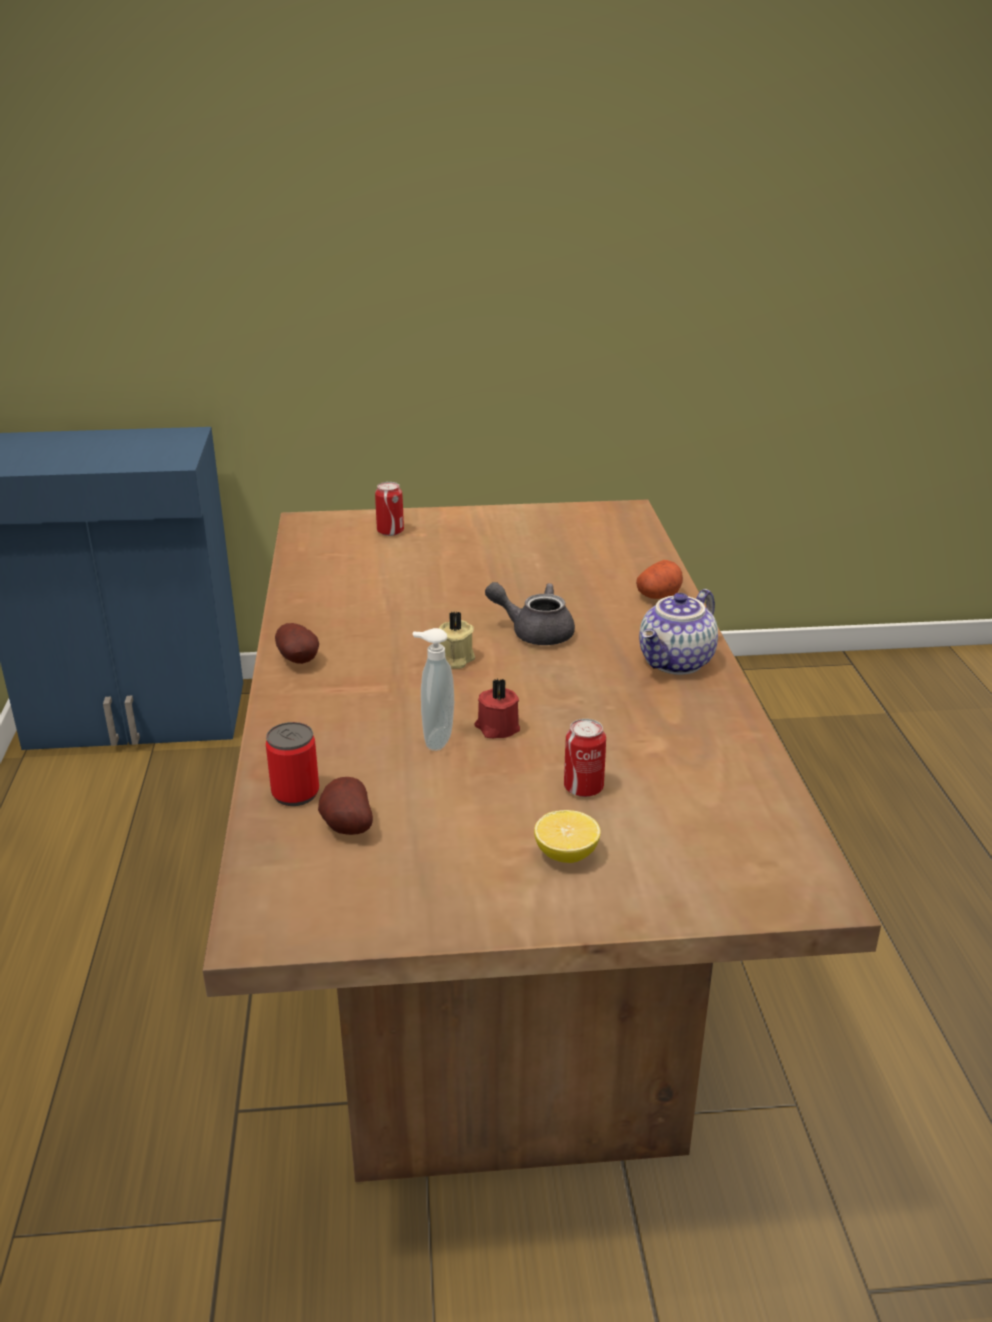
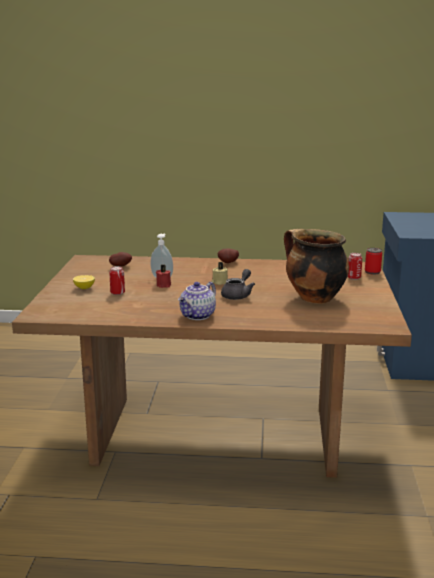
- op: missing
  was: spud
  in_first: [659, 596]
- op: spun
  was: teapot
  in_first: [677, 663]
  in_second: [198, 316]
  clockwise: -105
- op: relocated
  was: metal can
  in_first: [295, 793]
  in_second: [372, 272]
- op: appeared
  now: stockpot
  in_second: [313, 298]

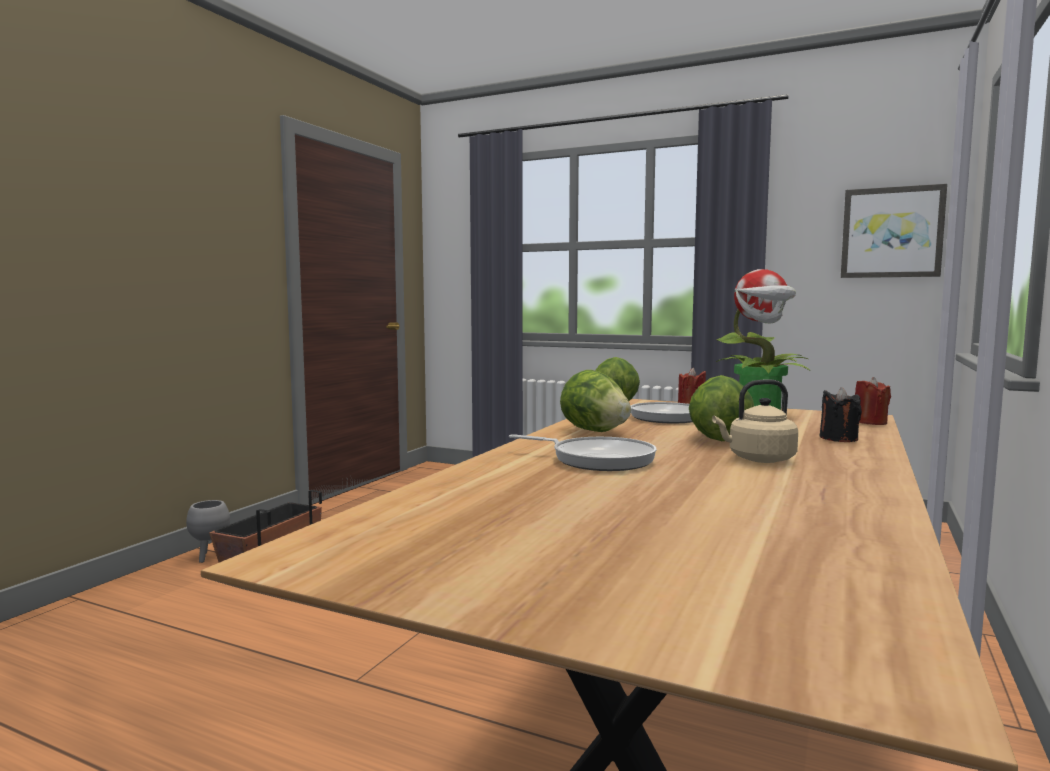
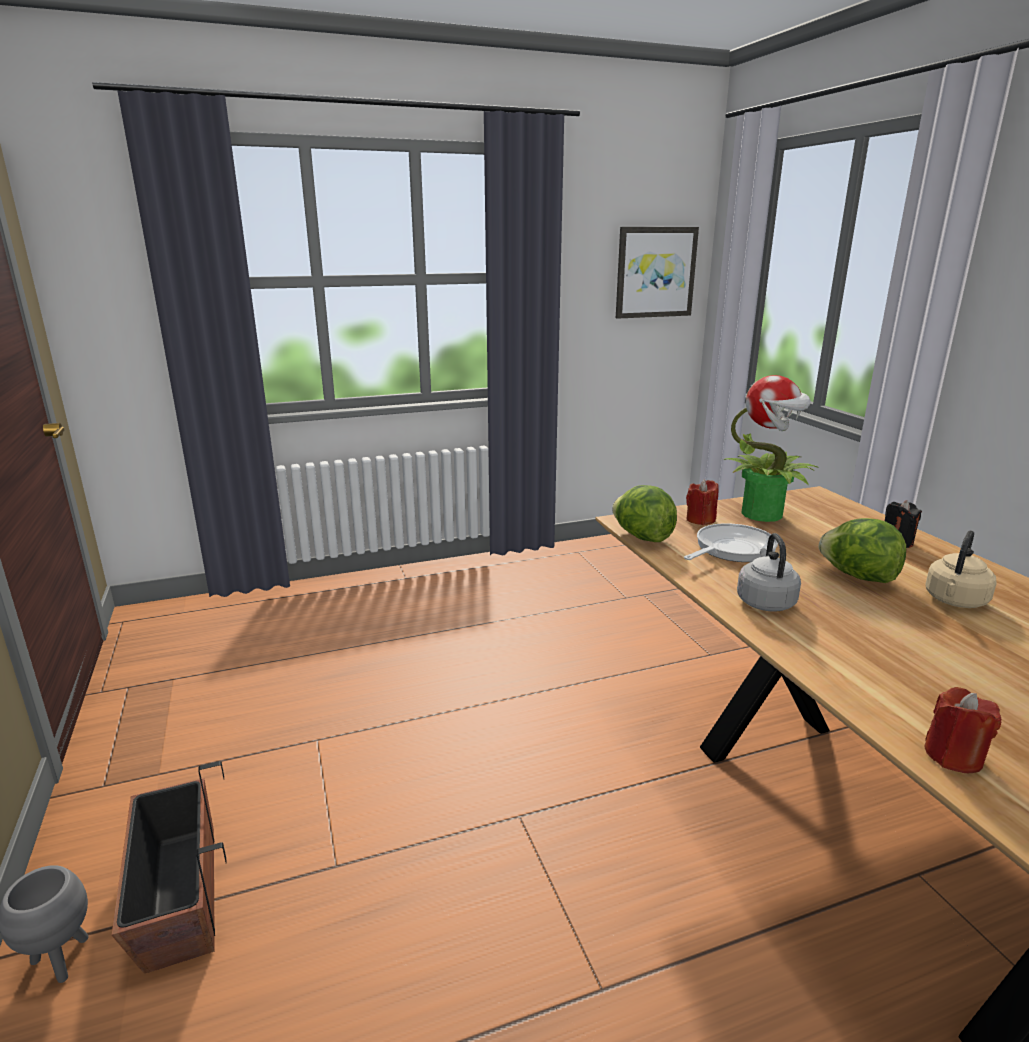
- op: exchanged
  was: lettuce
  now: tea kettle (grey)
  in_first: [594, 431]
  in_second: [765, 601]
- op: relocated
  was: wax light (red)
  in_first: [870, 422]
  in_second: [953, 756]
- op: missing
  was: skillet
  in_first: [597, 459]

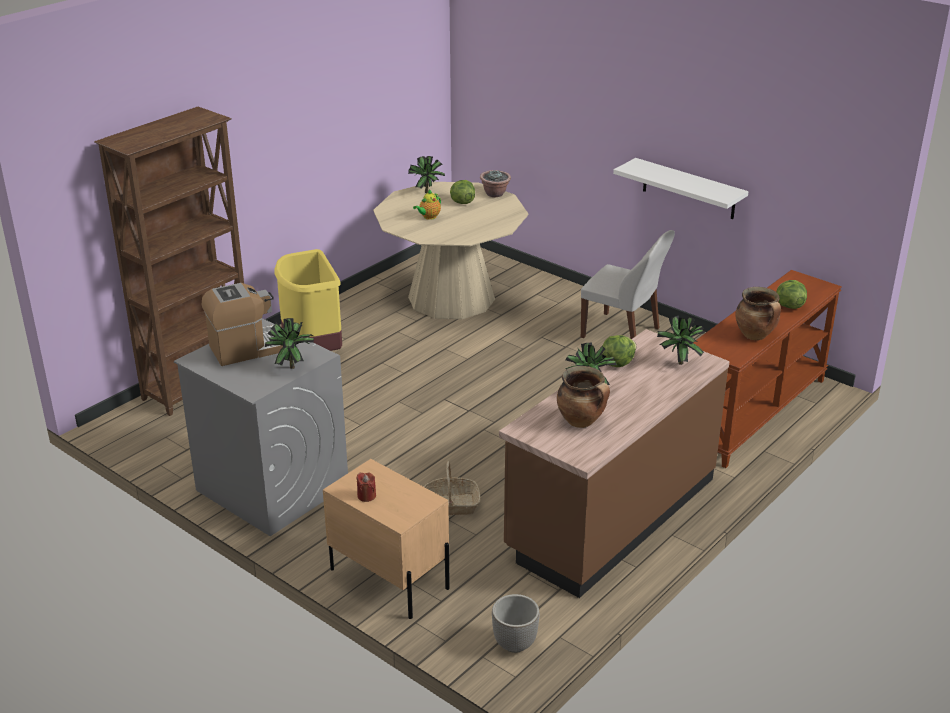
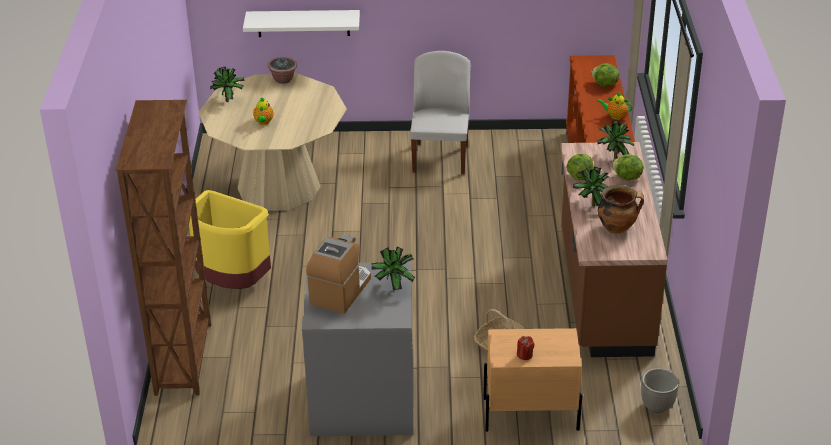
- op: relocated
  was: wall shelf (white)
  in_first: [689, 189]
  in_second: [303, 23]
- op: relocated
  was: lettuce
  in_first: [462, 202]
  in_second: [627, 177]
- op: spun
  was: chair (white)
  in_first: [622, 333]
  in_second: [441, 157]
  clockwise: -75
- op: exchanged
  was: stockpot
  now: teapot
  in_first: [756, 336]
  in_second: [615, 116]

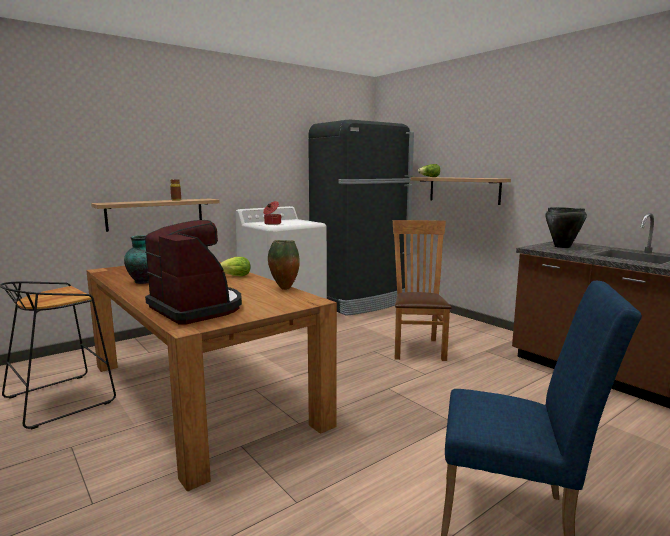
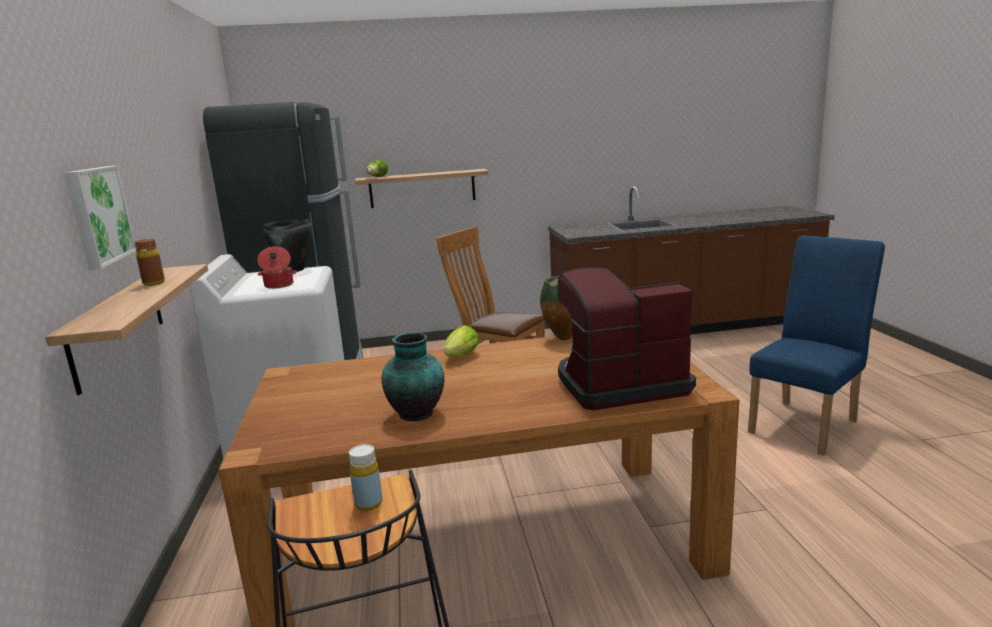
- op: relocated
  was: stockpot (black)
  in_first: [562, 246]
  in_second: [294, 270]
- op: appeared
  now: wall art
  in_second: [98, 215]
- op: appeared
  now: drink bottle (yellow)
  in_second: [368, 503]

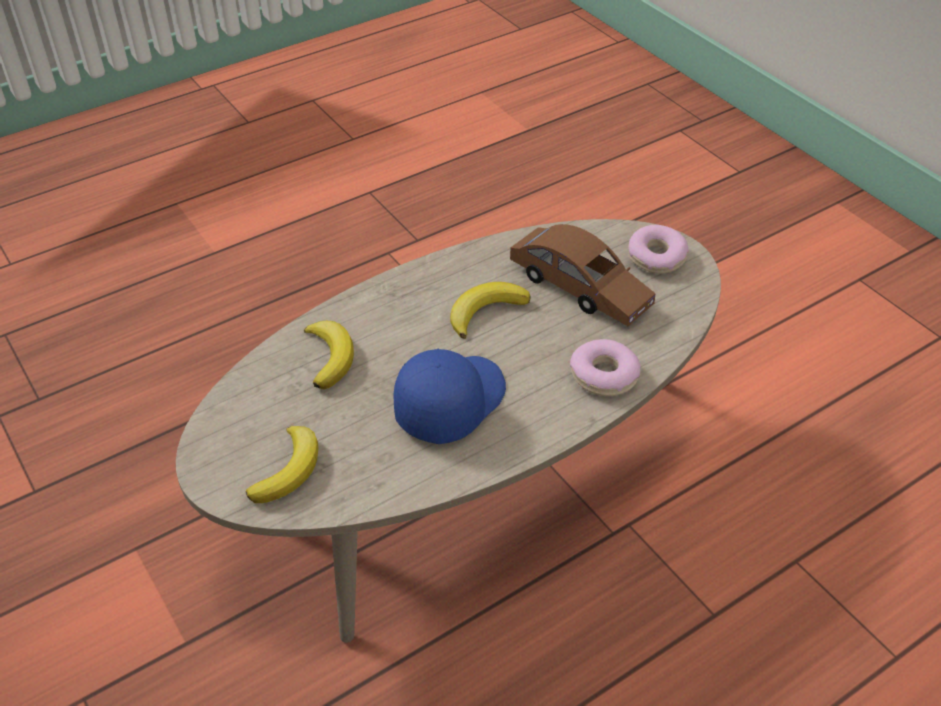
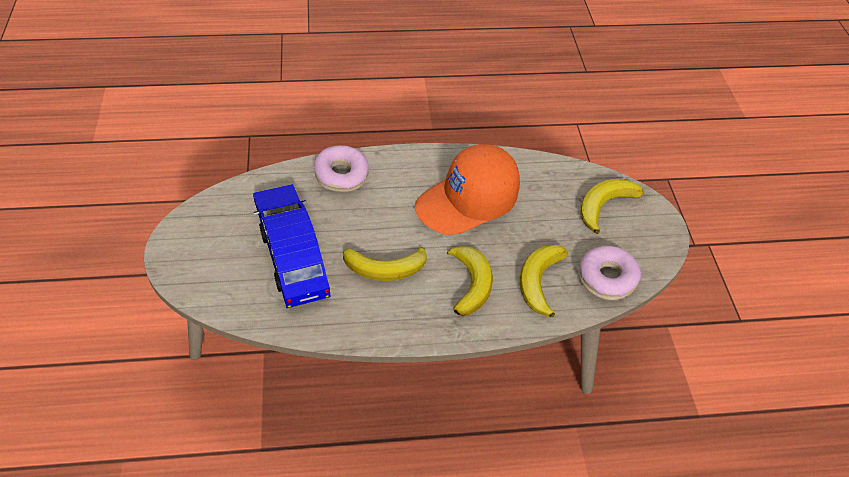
- op: colour
  was: miniature car (brownish)
  now: miniature car (blue-coloured)
  in_first: [579, 288]
  in_second: [291, 252]
- op: relocated
  was: doughnut
  in_first: [656, 257]
  in_second: [607, 279]
- op: colour
  was: peaked cap (blue-coloured)
  now: peaked cap (orange-coloured)
  in_first: [449, 402]
  in_second: [467, 204]
- op: appeared
  now: banana
  in_second: [469, 282]

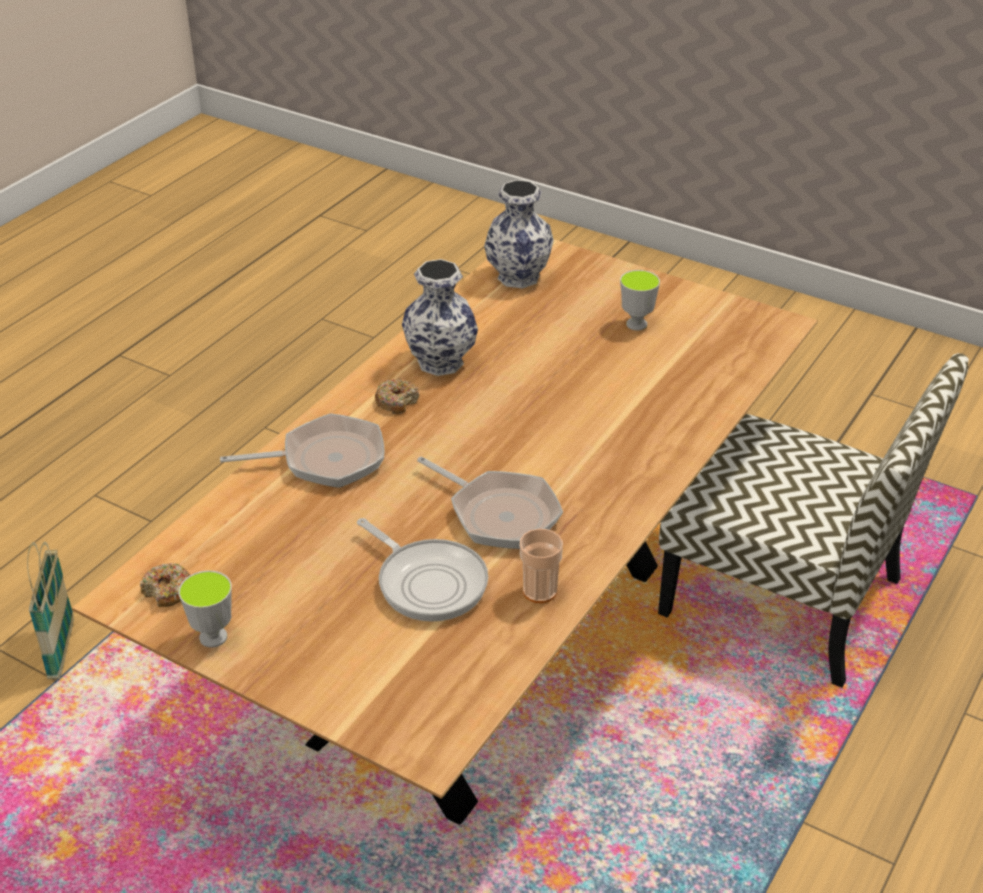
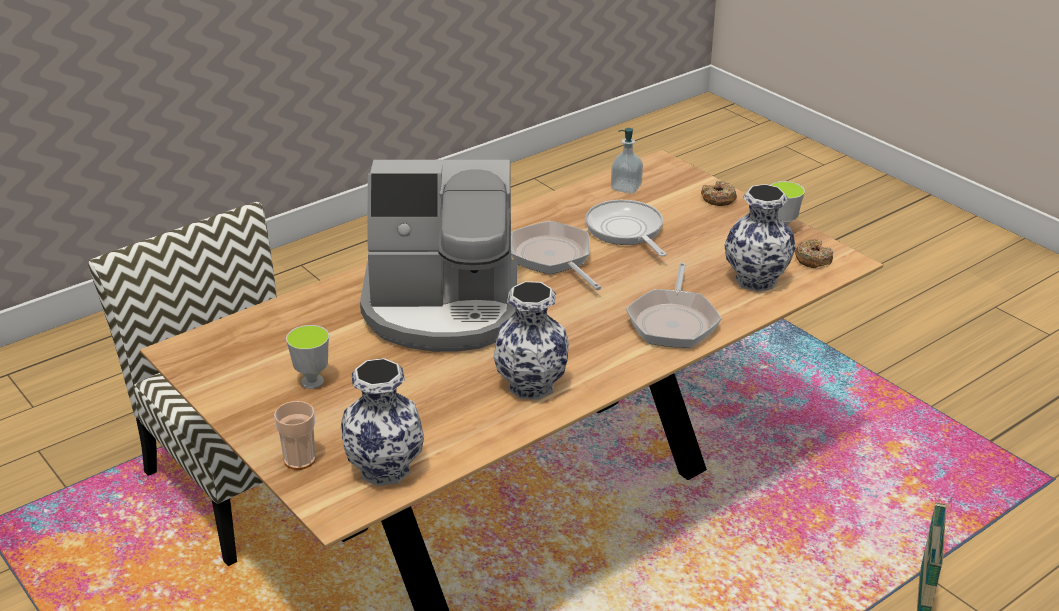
- op: relocated
  was: doughnut
  in_first: [397, 402]
  in_second: [718, 199]
- op: spun
  was: skillet
  in_first: [325, 459]
  in_second: [673, 321]
  clockwise: -90
- op: relocated
  was: cup
  in_first: [539, 591]
  in_second: [299, 460]
- op: appeared
  now: soap dispenser
  in_second: [626, 187]
- op: appeared
  now: coffee brewer
  in_second: [442, 309]
- op: appeared
  now: decorative vase
  in_second: [756, 280]

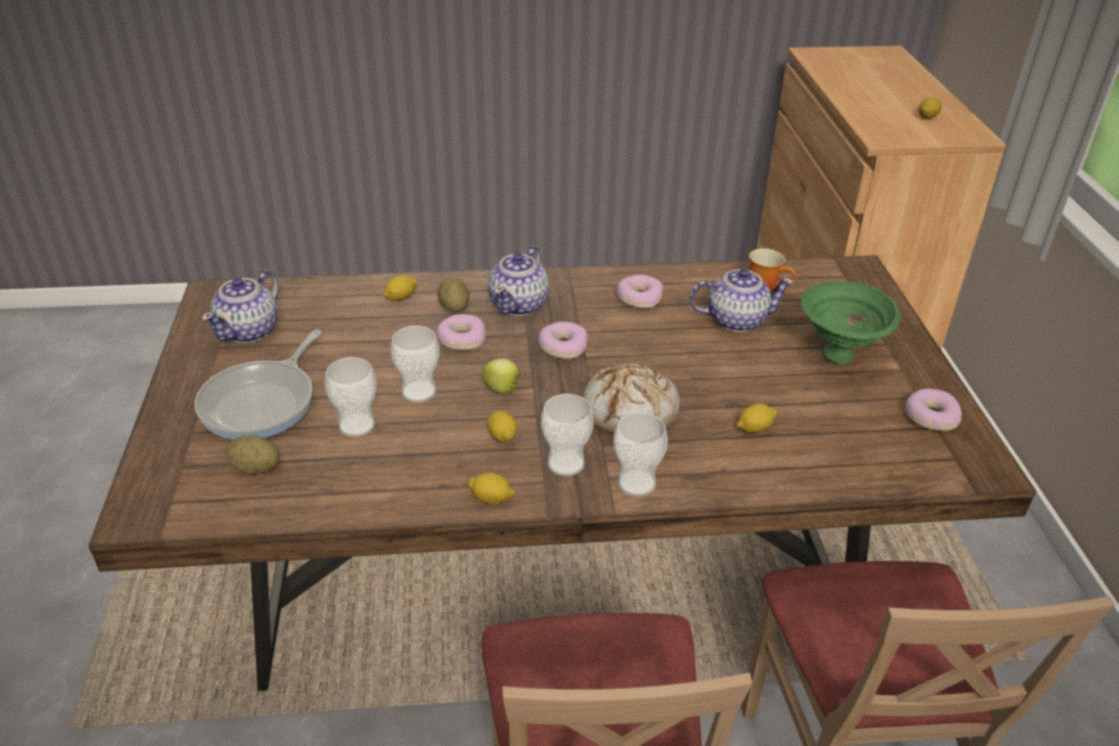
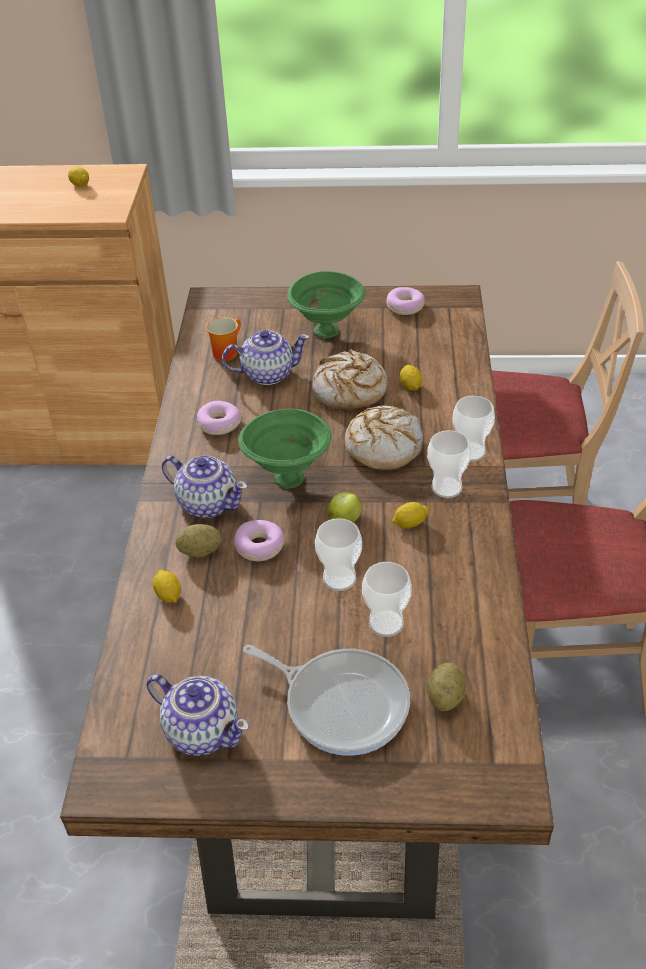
- op: spun
  was: teapot
  in_first: [735, 320]
  in_second: [267, 374]
  clockwise: 75
- op: exchanged
  was: doughnut
  now: deep dish (greenish)
  in_first: [562, 347]
  in_second: [286, 478]
- op: missing
  was: lemon
  in_first: [491, 498]
- op: appeared
  now: bread
  in_second: [349, 390]

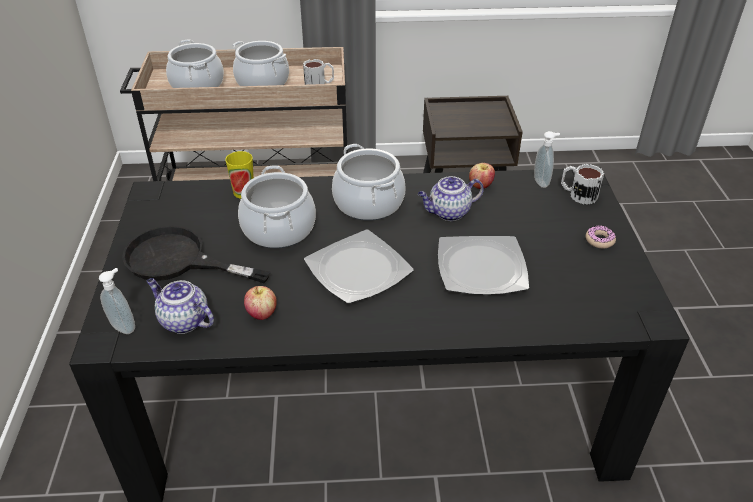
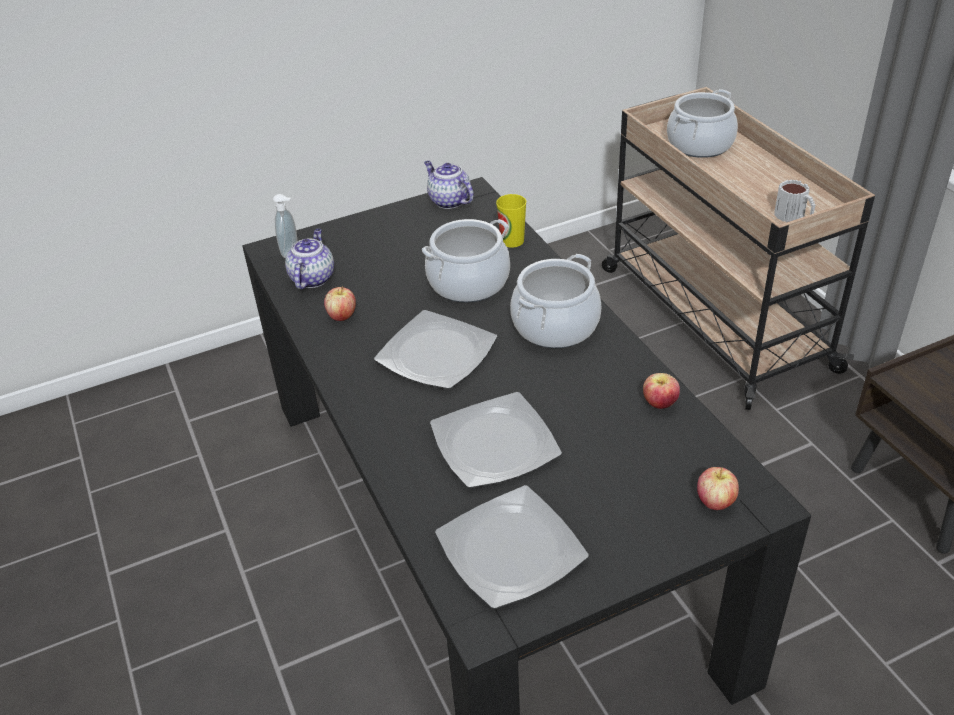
- op: missing
  was: stockpot
  in_first: [262, 82]
- op: missing
  was: soap dispenser
  in_first: [542, 182]
- op: exchanged
  was: coffee mug
  now: apple
  in_first: [578, 194]
  in_second: [715, 501]
- op: relocated
  was: teapot
  in_first: [448, 213]
  in_second: [448, 201]
- op: missing
  was: doughnut
  in_first: [599, 240]
- op: missing
  was: skillet (black)
  in_first: [178, 260]
- op: appeared
  now: flat dish
  in_second: [509, 550]

